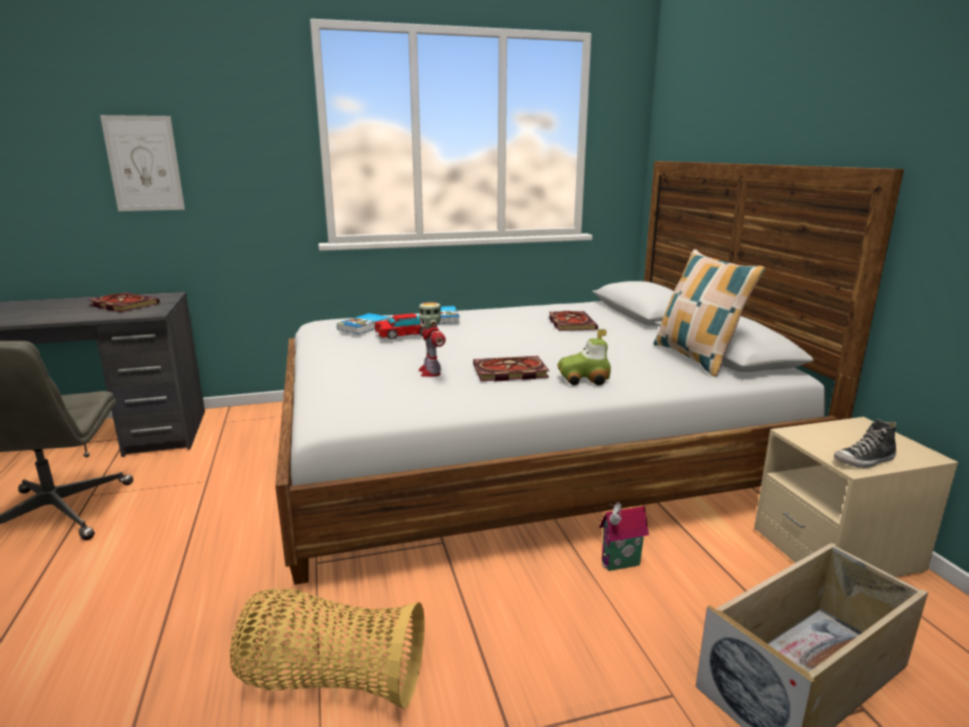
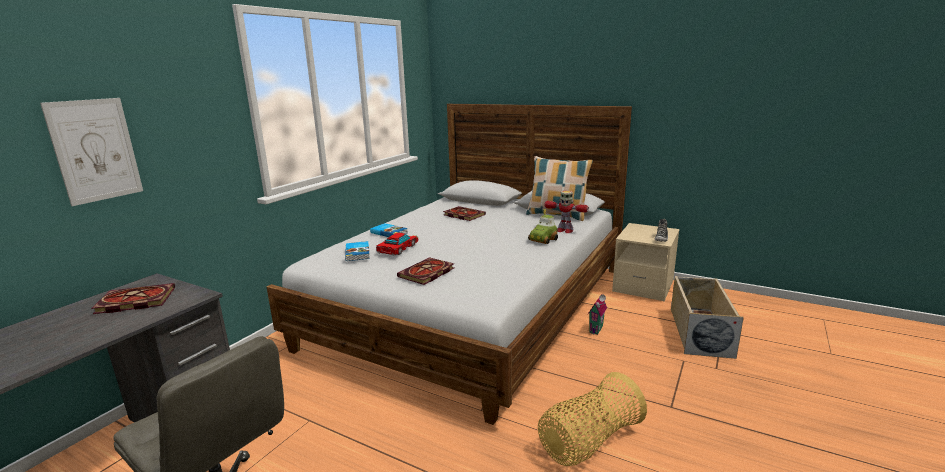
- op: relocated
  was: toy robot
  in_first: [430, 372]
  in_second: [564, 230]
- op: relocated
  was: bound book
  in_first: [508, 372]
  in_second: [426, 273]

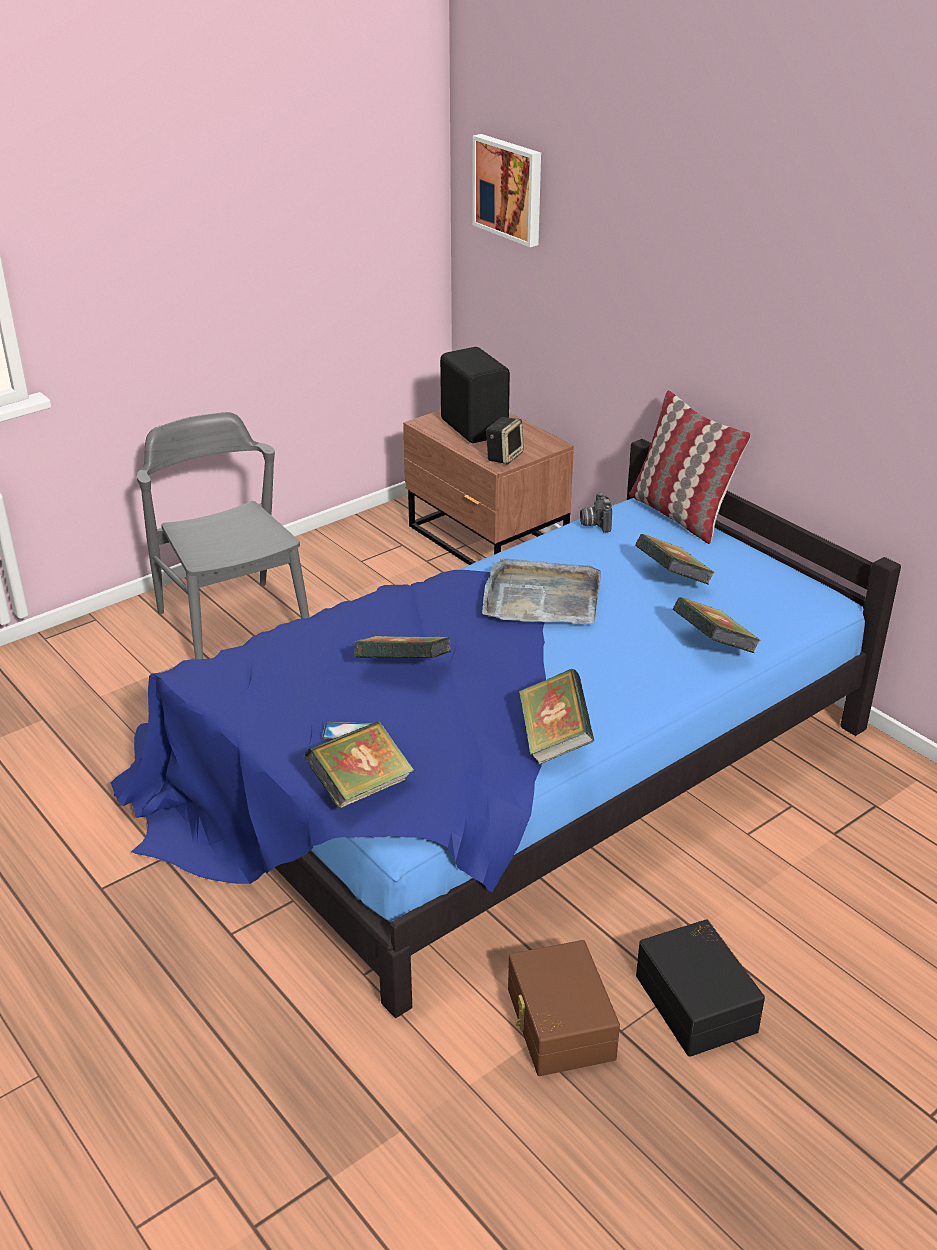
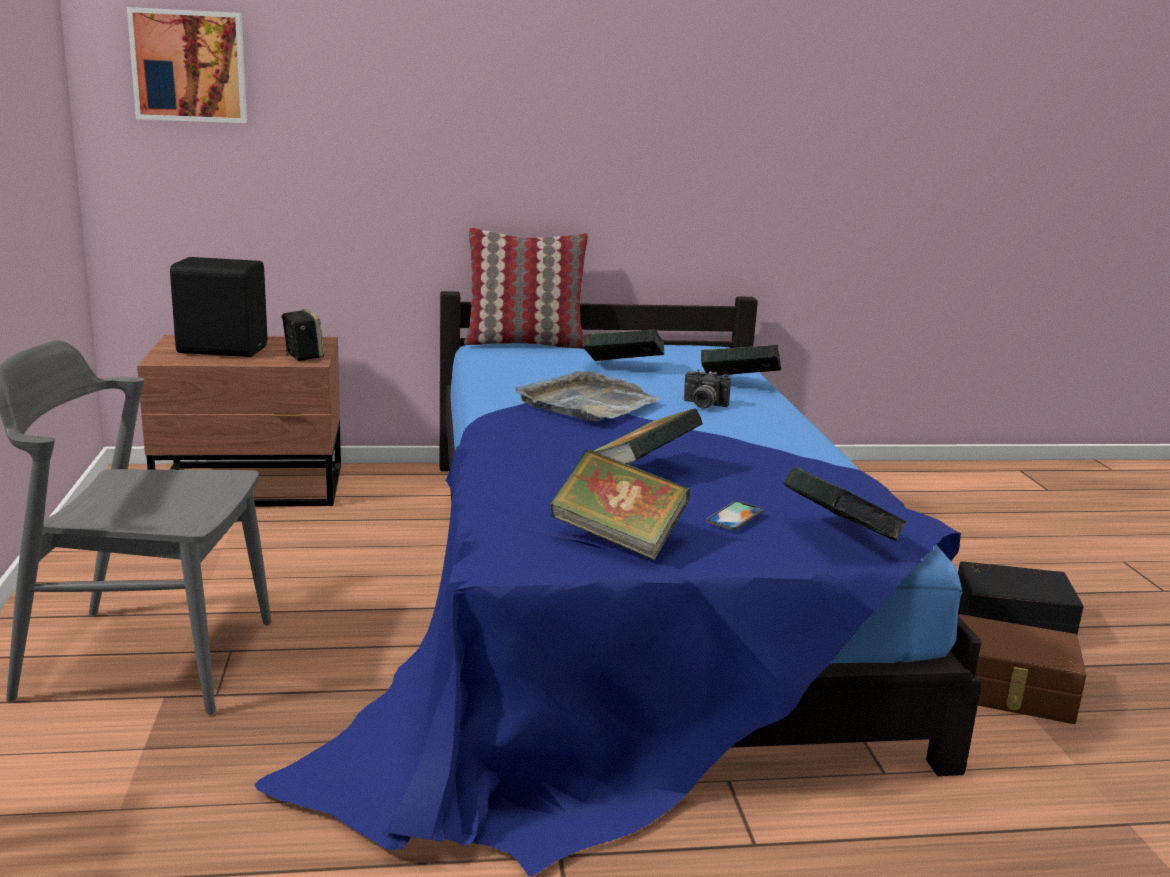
- op: relocated
  was: photo camera
  in_first: [594, 523]
  in_second: [703, 405]
- op: relocated
  was: bound book
  in_first: [554, 739]
  in_second: [618, 538]

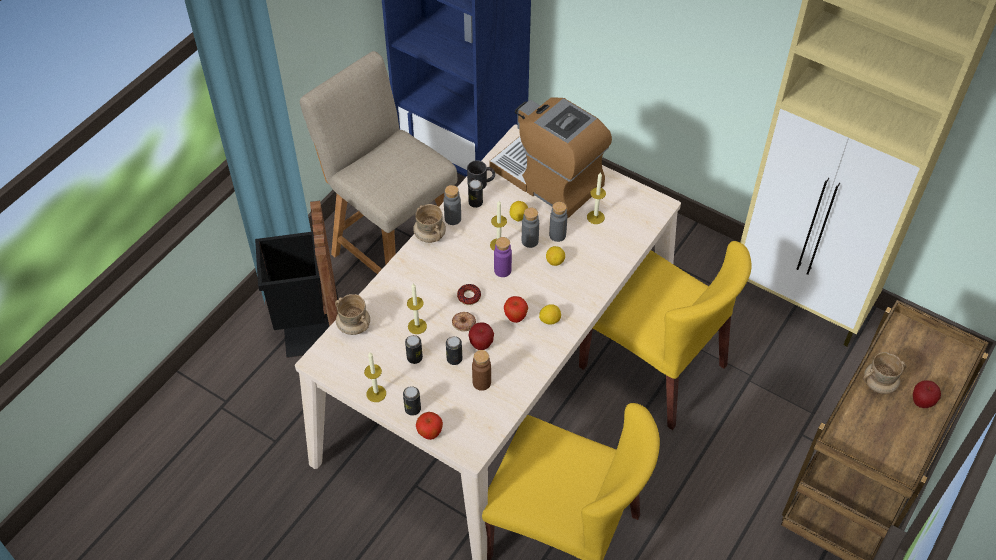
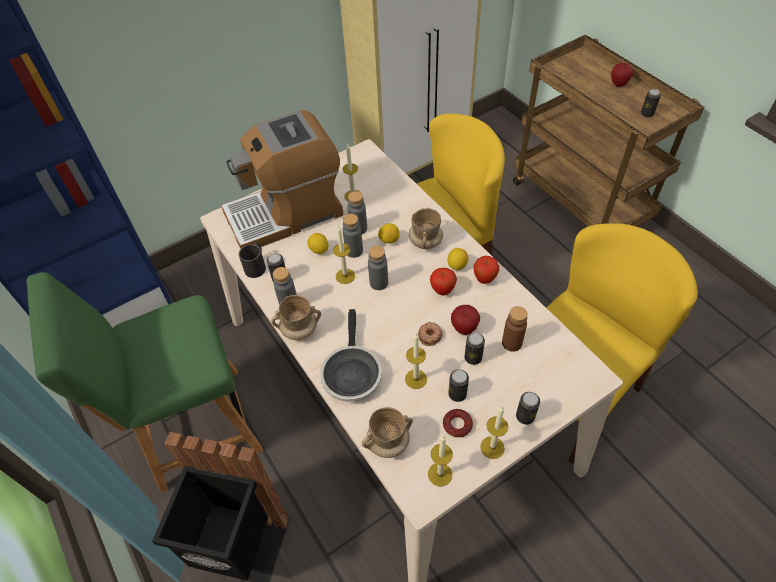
- op: colour
  was: chair (sand-coloured)
  now: chair (greenish)
  in_first: [392, 250]
  in_second: [193, 429]
- op: colour
  was: drink bottle (purplish)
  now: drink bottle (grey)
  in_first: [502, 270]
  in_second: [379, 283]
- op: relocated
  was: doughnut
  in_first: [469, 296]
  in_second: [457, 425]
- op: relocated
  was: coffee mug (sand-coloured)
  in_first: [879, 384]
  in_second: [425, 242]
- op: relocated
  was: apple
  in_first: [430, 434]
  in_second: [484, 279]
- op: appeared
  now: metal can
  in_second: [647, 114]
- op: appeared
  now: skillet
  in_second: [351, 373]
- op: appeared
  now: wax light
  in_second: [440, 474]

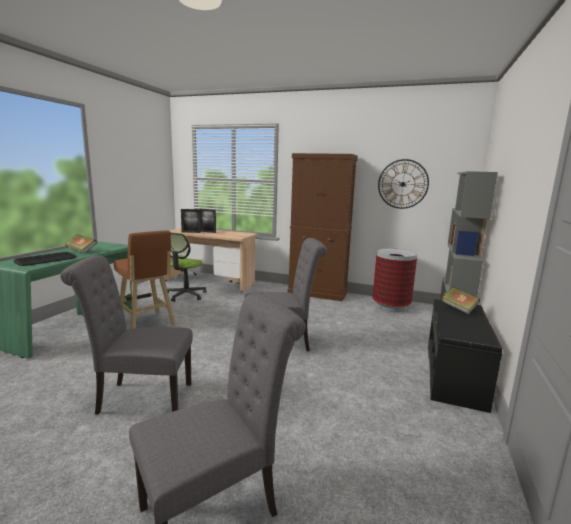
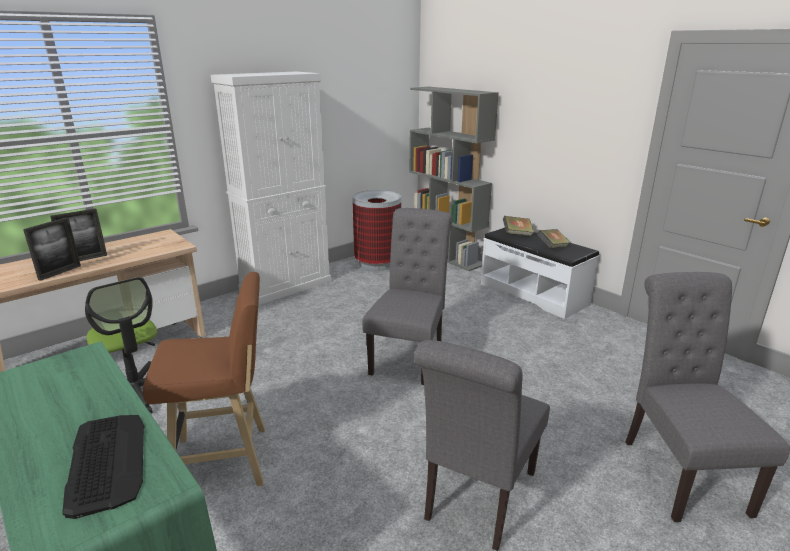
- op: colour
  was: storage cabinet (brownish)
  now: storage cabinet (white)
  in_first: [317, 293]
  in_second: [286, 286]
- op: missing
  was: wall clock
  in_first: [402, 184]
- op: relocated
  was: bound book
  in_first: [81, 251]
  in_second: [552, 247]
- op: colour
  was: long seat (black)
  now: long seat (white)
  in_first: [455, 375]
  in_second: [533, 294]

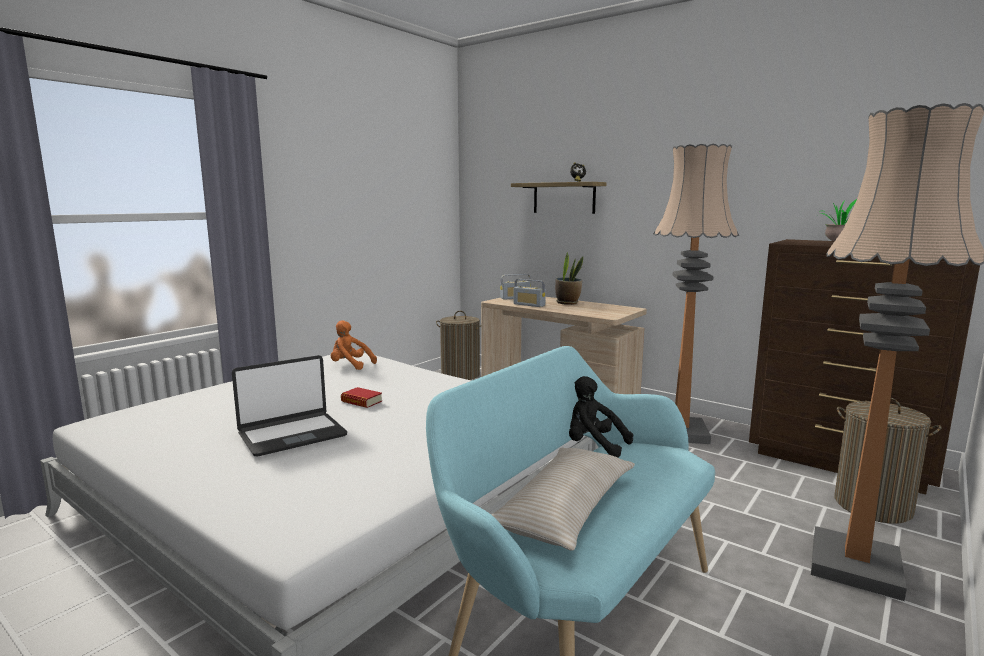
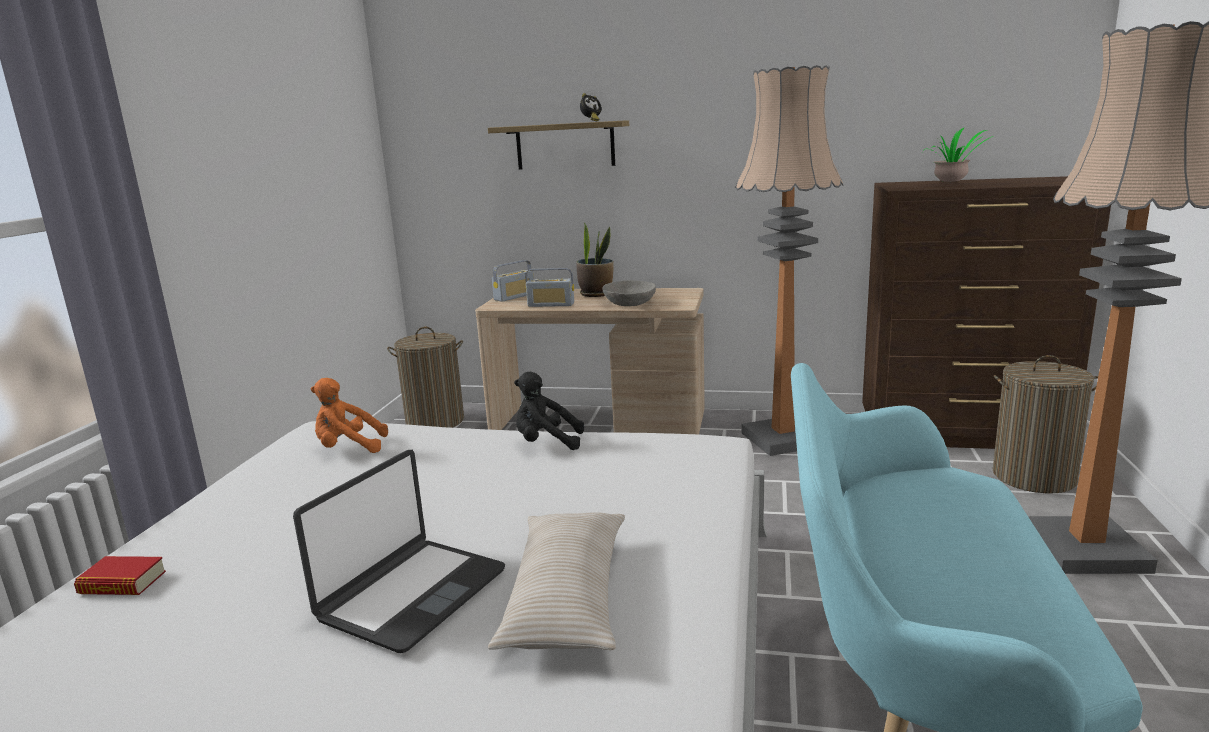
- op: relocated
  was: plush toy (black)
  in_first: [593, 445]
  in_second: [546, 443]
- op: relocated
  was: bound book
  in_first: [361, 401]
  in_second: [122, 583]
- op: relocated
  was: cushion (sand-coloured)
  in_first: [565, 510]
  in_second: [567, 596]
- op: appeared
  now: deep dish (grey)
  in_second: [629, 303]

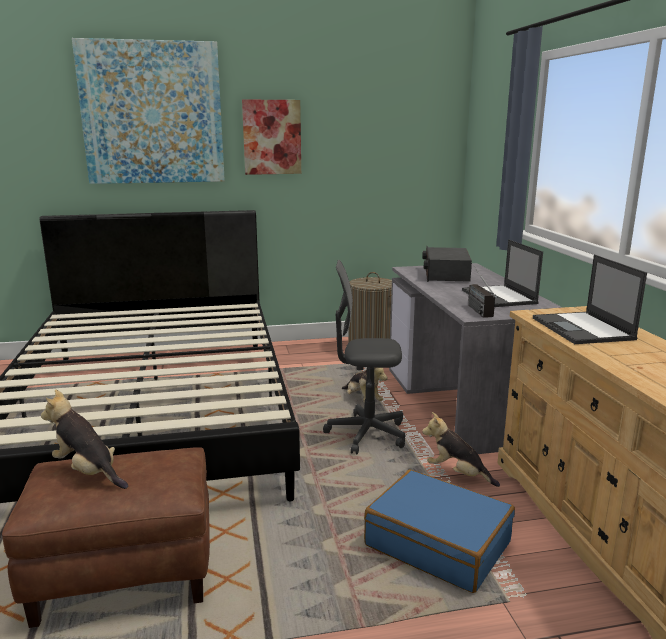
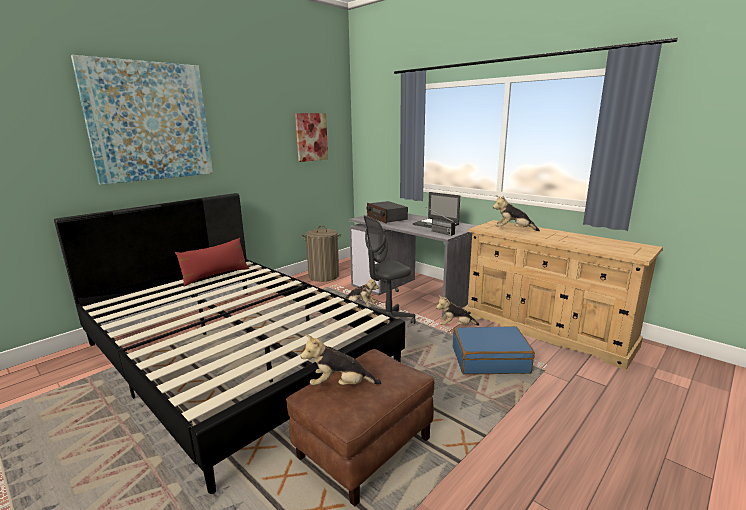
- op: relocated
  was: wall art
  in_first: [272, 137]
  in_second: [311, 137]
- op: exchanged
  was: laptop
  now: plush toy
  in_first: [583, 329]
  in_second: [513, 230]
- op: appeared
  now: cushion (red)
  in_second: [215, 276]

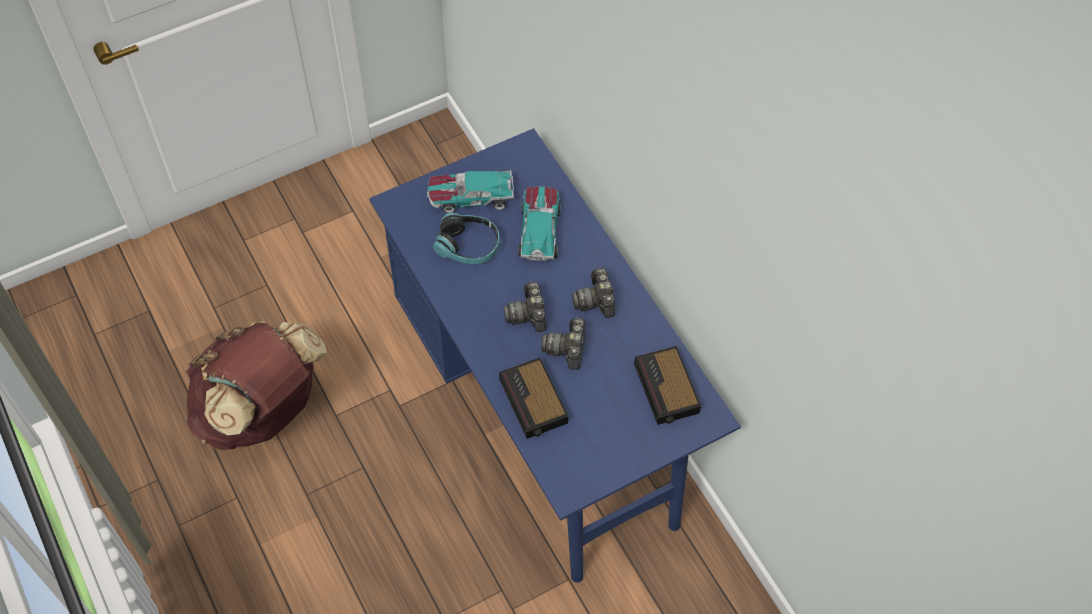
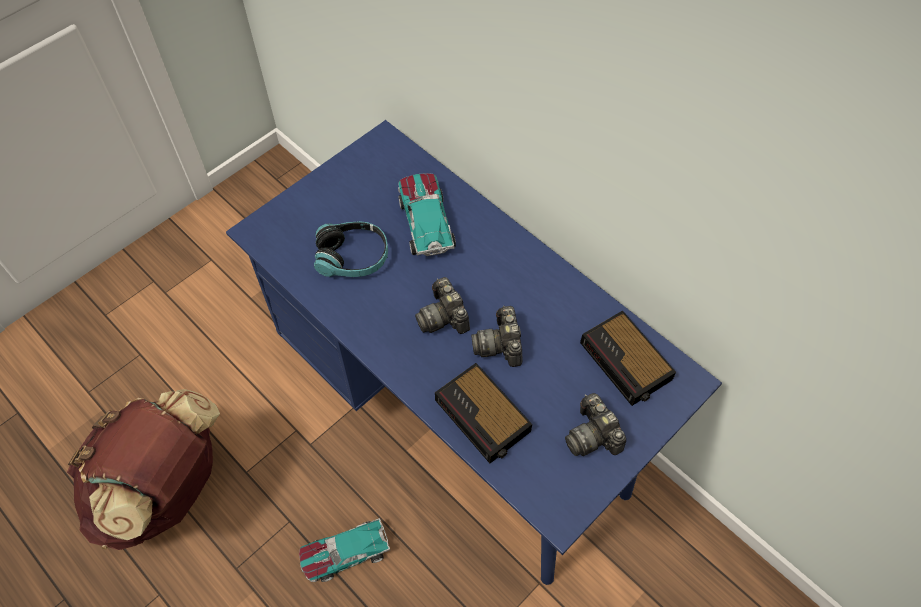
- op: relocated
  was: miniature car
  in_first: [470, 196]
  in_second: [344, 553]
- op: relocated
  was: photo camera
  in_first: [595, 300]
  in_second: [592, 435]

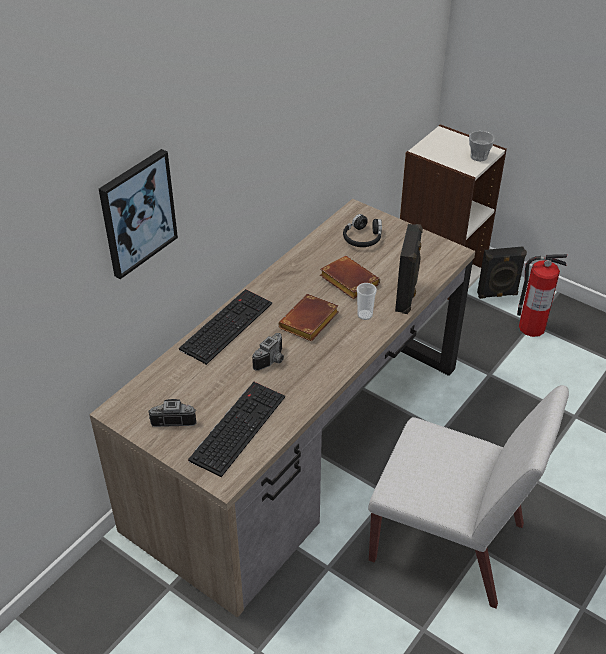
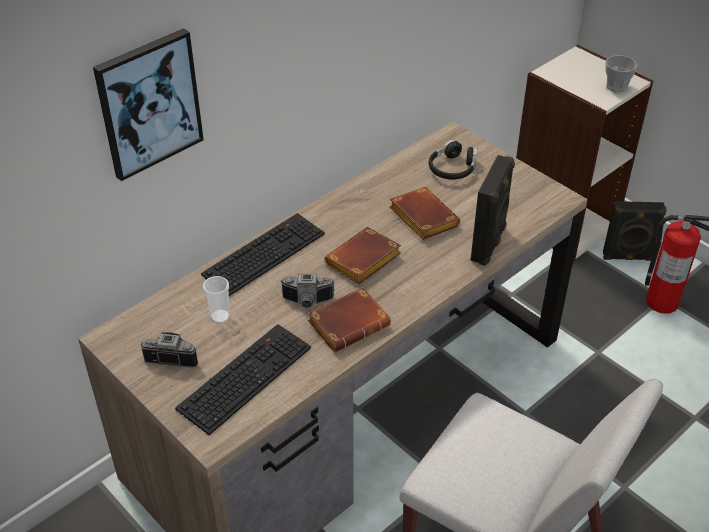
- op: relocated
  was: cup
  in_first: [365, 315]
  in_second: [220, 317]
- op: spun
  was: photo camera
  in_first: [272, 361]
  in_second: [307, 302]
  clockwise: 45
- op: appeared
  now: bound book (brownish)
  in_second: [349, 323]

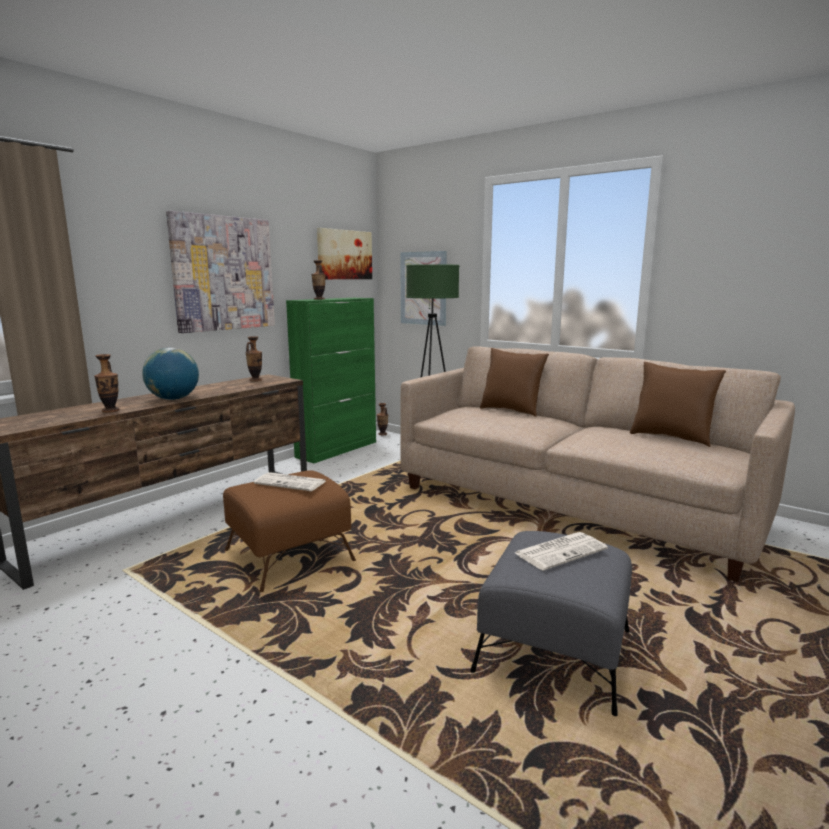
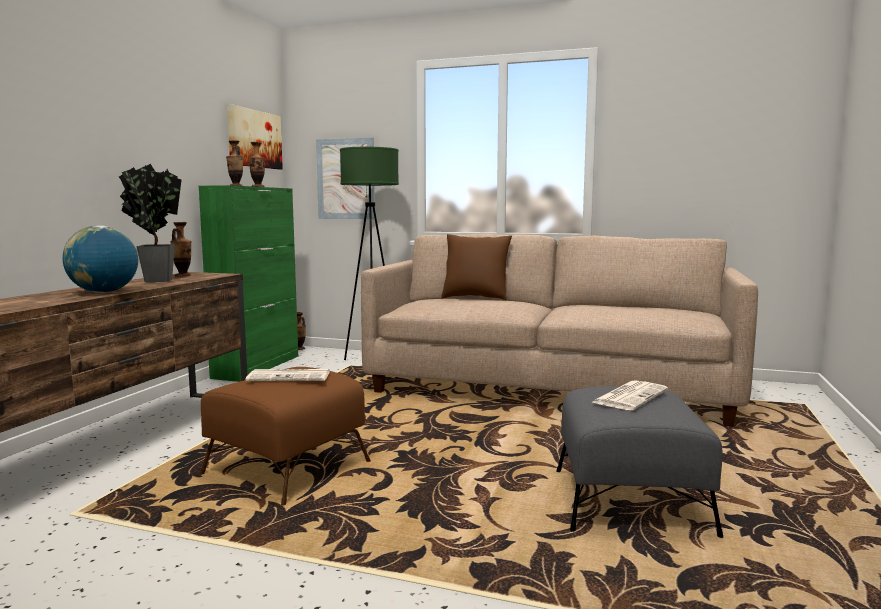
- op: missing
  was: wall art
  in_first: [223, 273]
- op: relocated
  was: decorative vase
  in_first: [110, 411]
  in_second: [258, 186]
- op: missing
  was: cushion (brownish)
  in_first: [671, 437]
- op: appeared
  now: plant in a pot
  in_second: [154, 280]

